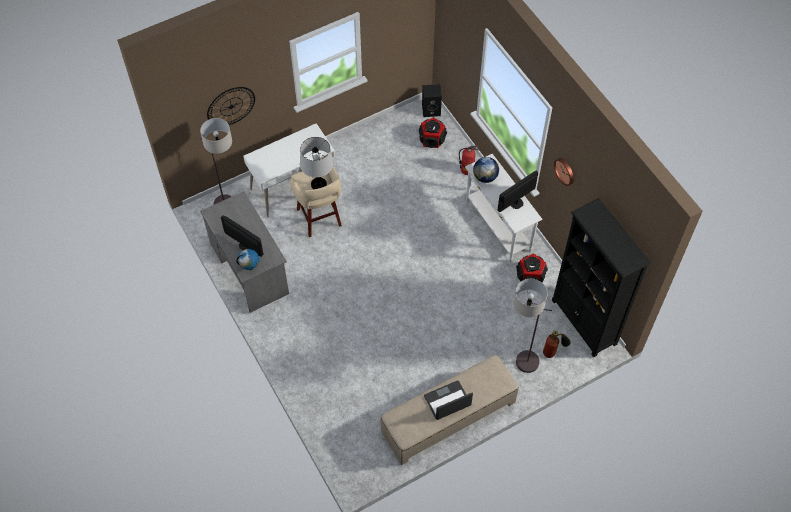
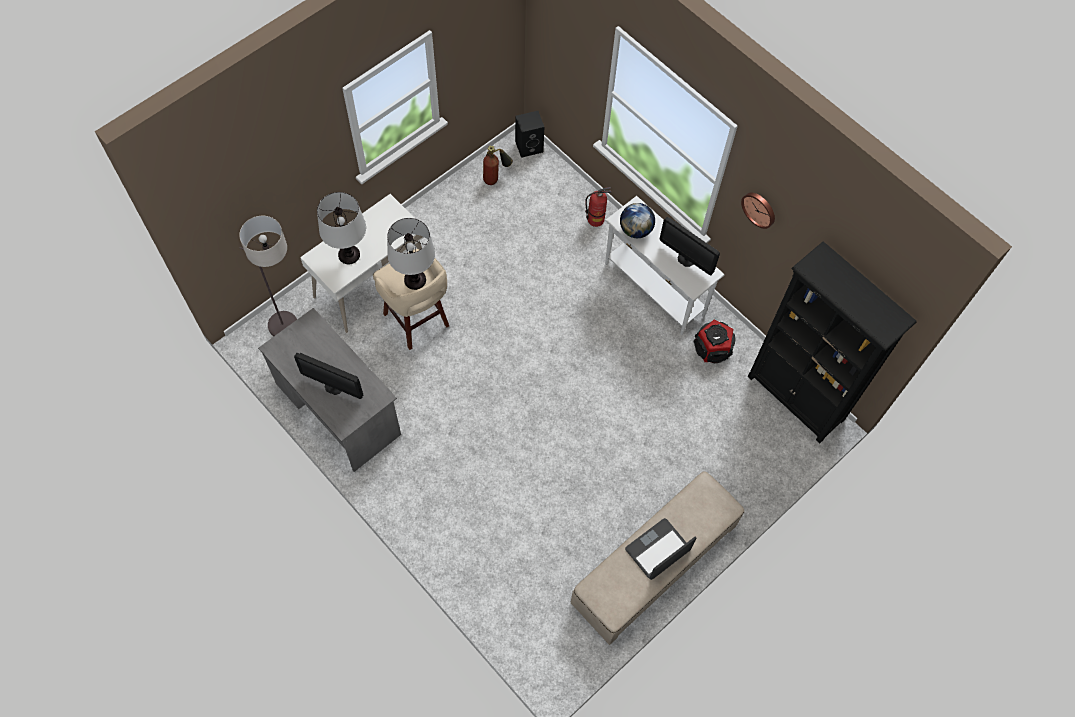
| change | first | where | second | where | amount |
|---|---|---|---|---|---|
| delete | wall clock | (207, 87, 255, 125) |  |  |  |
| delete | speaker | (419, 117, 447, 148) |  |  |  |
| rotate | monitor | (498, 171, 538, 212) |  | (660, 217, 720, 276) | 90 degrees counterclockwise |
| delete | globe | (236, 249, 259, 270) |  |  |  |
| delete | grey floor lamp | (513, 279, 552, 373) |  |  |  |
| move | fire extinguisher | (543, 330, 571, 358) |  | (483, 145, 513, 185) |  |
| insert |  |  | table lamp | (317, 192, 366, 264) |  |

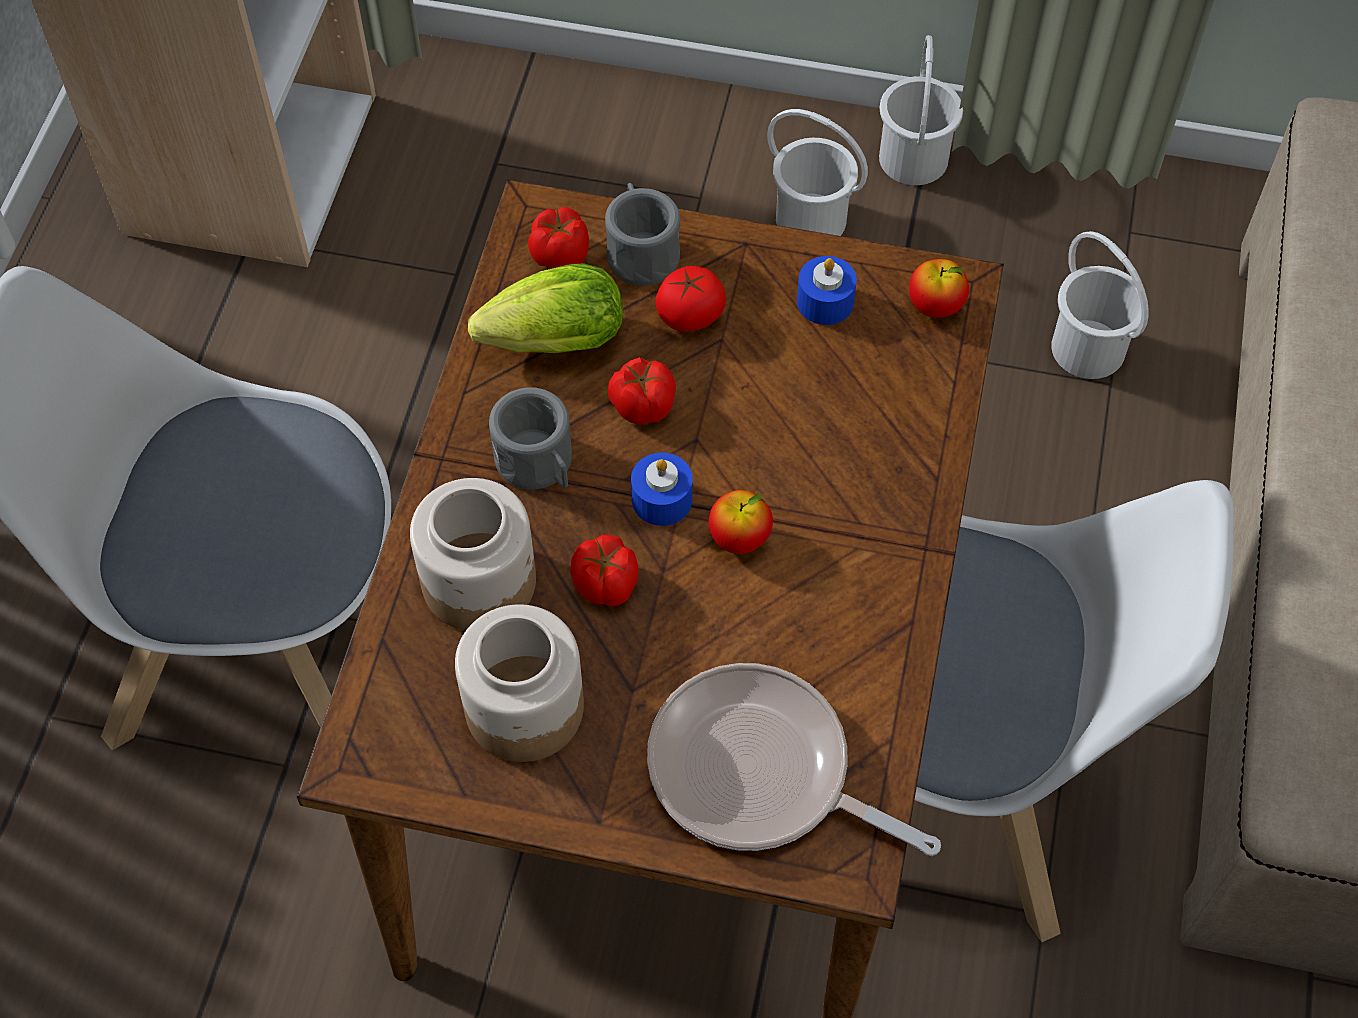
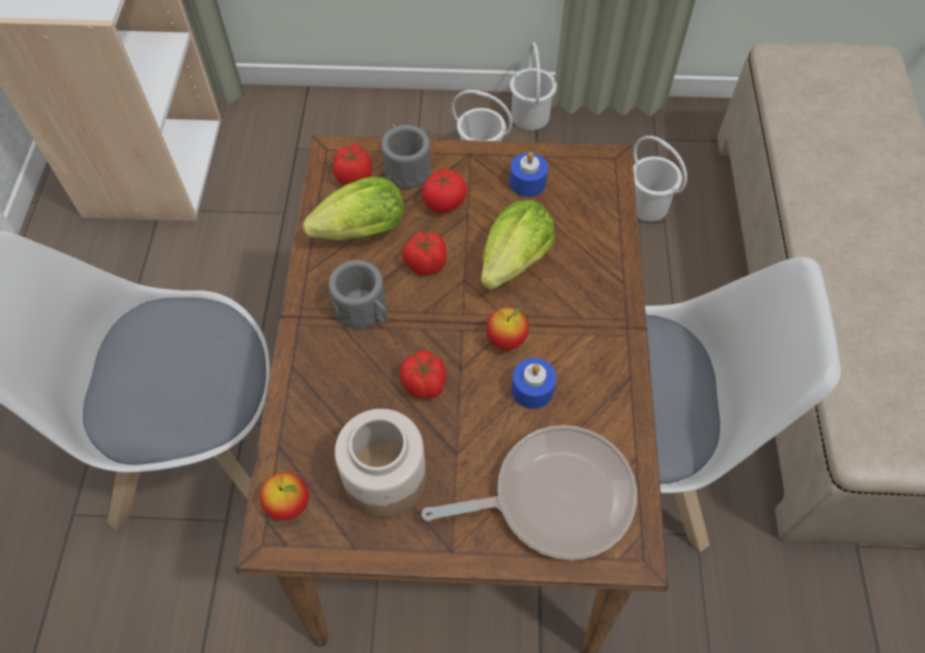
| change | first | where | second | where | amount |
|---|---|---|---|---|---|
| move | apple | (909, 259, 969, 318) |  | (260, 472, 309, 520) |  |
| move | blue candle | (631, 453, 693, 526) |  | (512, 358, 556, 409) |  |
| delete | jar | (410, 478, 536, 631) |  |  |  |
| rotate | frying pan | (647, 663, 941, 856) |  | (422, 425, 637, 560) | 150 degrees clockwise |
| insert |  |  | lettuce | (481, 200, 555, 290) |  |

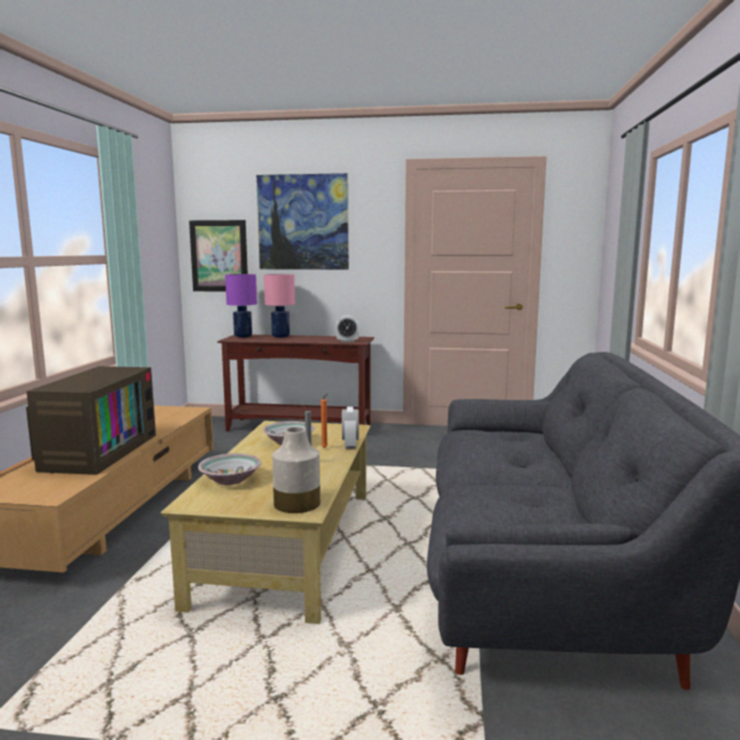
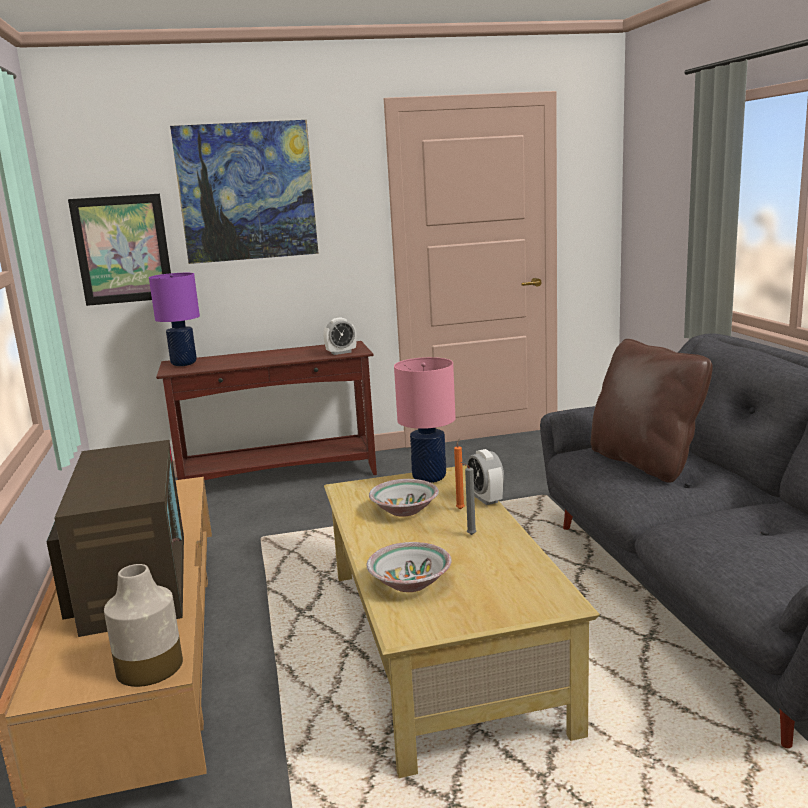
| change | first | where | second | where | amount |
|---|---|---|---|---|---|
| move | pink table lamp | (264, 274, 295, 338) |  | (394, 357, 456, 483) |  |
| move | beige vase | (272, 427, 320, 513) |  | (104, 564, 183, 687) |  |
| insert |  |  | brown pillow | (591, 339, 713, 483) |  |

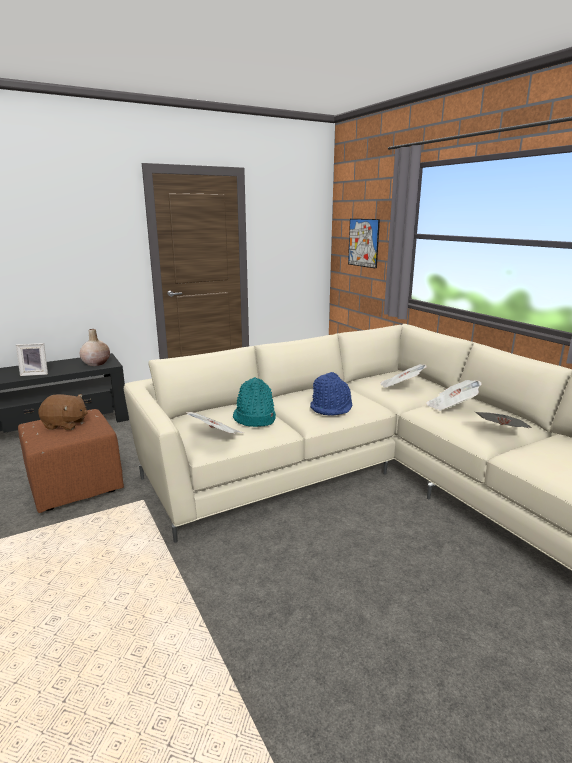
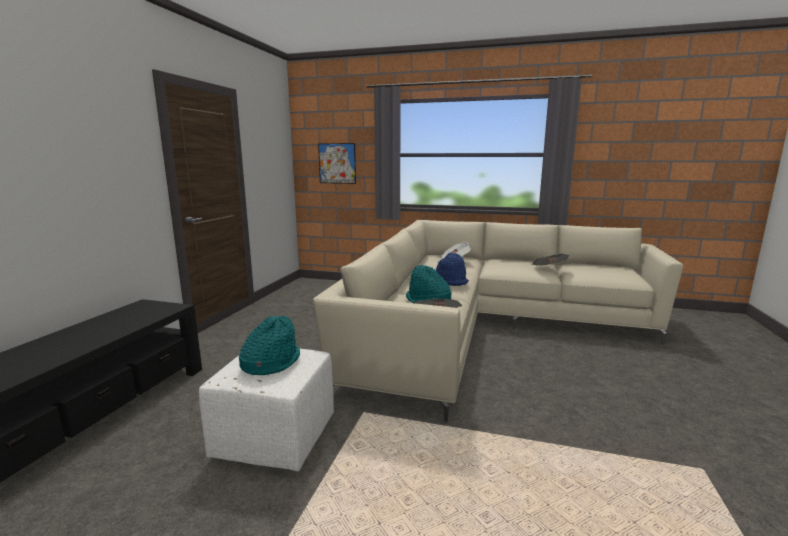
| change | first | where | second | where | amount |
|---|---|---|---|---|---|
| delete | beige vase | (80, 329, 110, 366) |  |  |  |
| delete | picture frame | (16, 343, 48, 376) |  |  |  |
| delete | newspaper | (426, 380, 482, 411) |  |  |  |
| replace | brown plush toy | (38, 394, 88, 430) | turquoise hat | (239, 315, 300, 375) |  |
| recolor | brown ottoman | (18, 409, 124, 513) | white ottoman | (199, 349, 334, 472) |  |

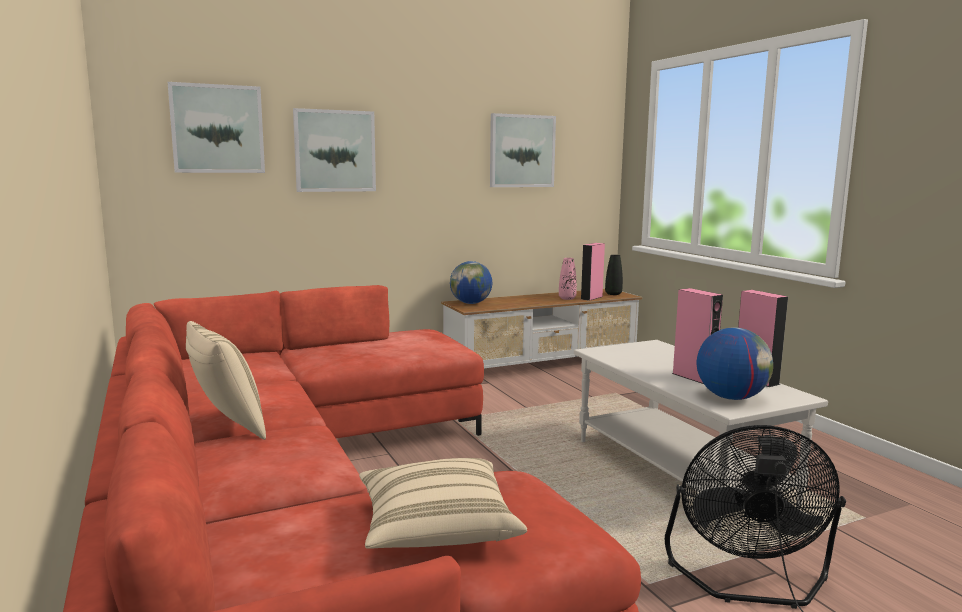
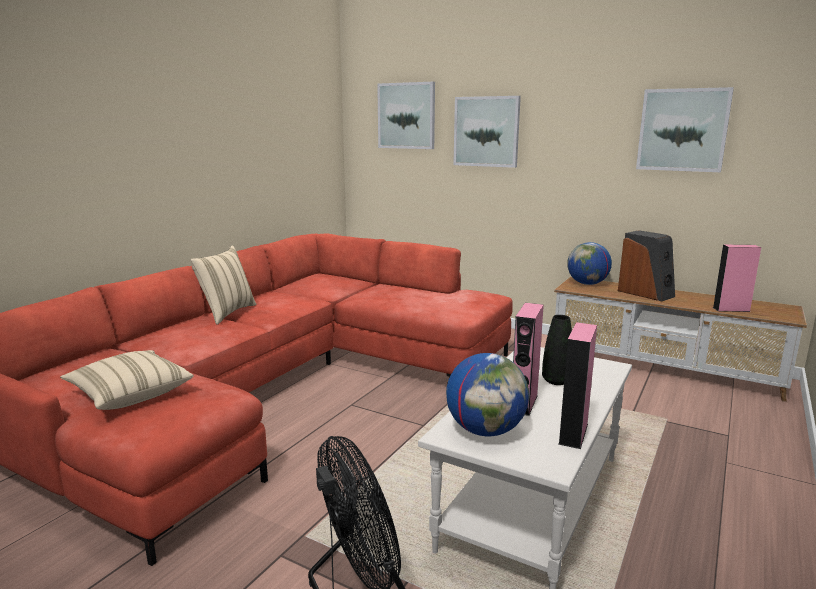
| change | first | where | second | where | amount |
|---|---|---|---|---|---|
| move | black vase | (605, 255, 623, 295) |  | (542, 315, 572, 385) |  |
| delete | pink vase | (559, 258, 577, 300) |  |  |  |
| insert |  |  | speaker | (618, 230, 675, 301) |  |

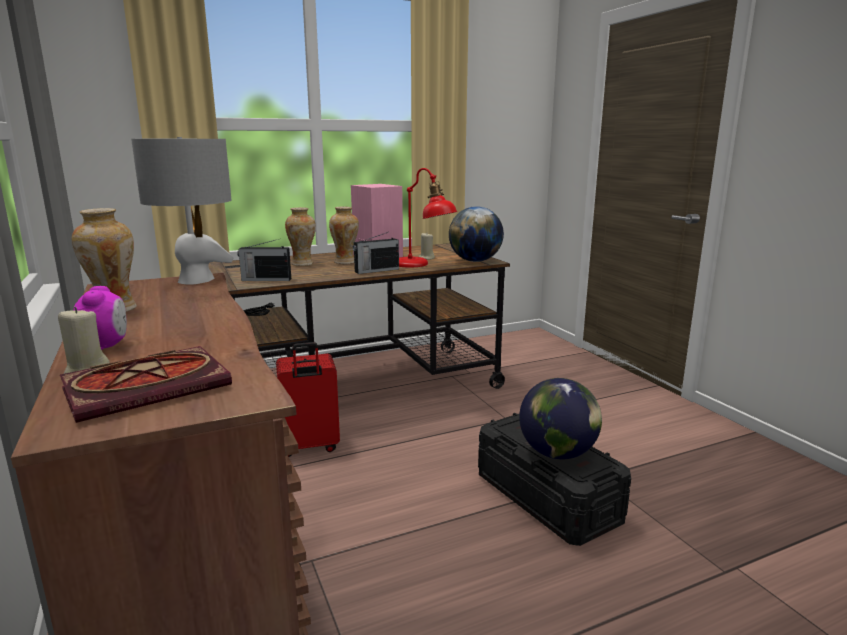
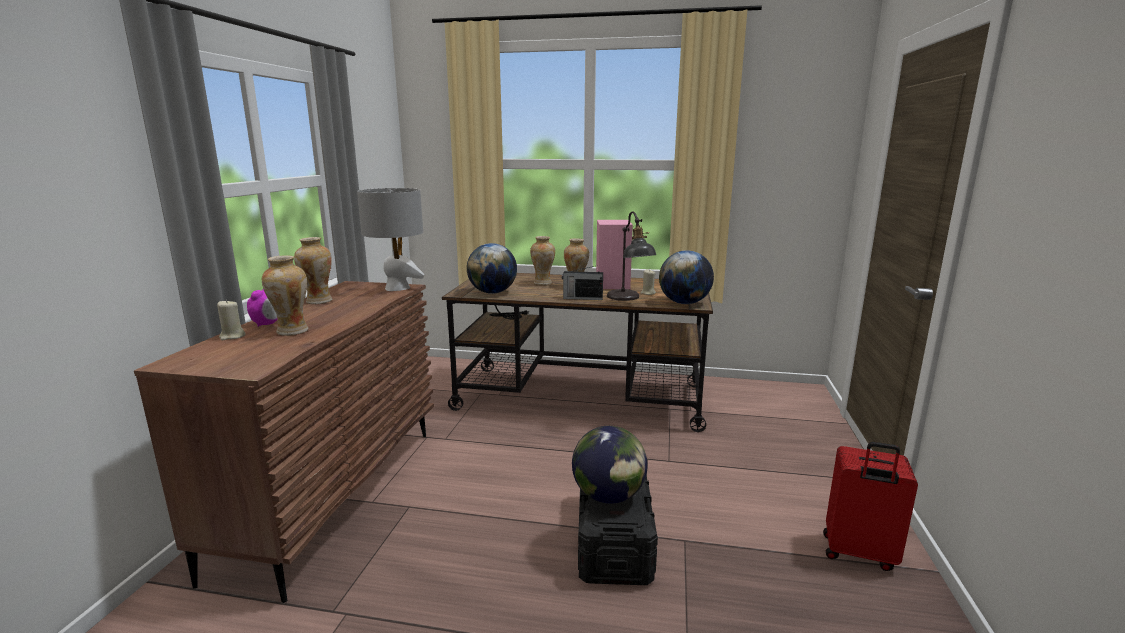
| change | first | where | second | where | amount |
|---|---|---|---|---|---|
| recolor | red table lamp | (399, 168, 457, 268) | grey table lamp | (607, 211, 657, 301) |  |
| replace | radio | (237, 240, 291, 281) | globe | (467, 243, 517, 294) |  |
| move | red suitcase | (276, 342, 340, 457) |  | (823, 442, 918, 571) |  |
| delete | book | (60, 346, 232, 423) |  |  |  |
| insert |  |  | vase | (262, 255, 308, 336) |  |

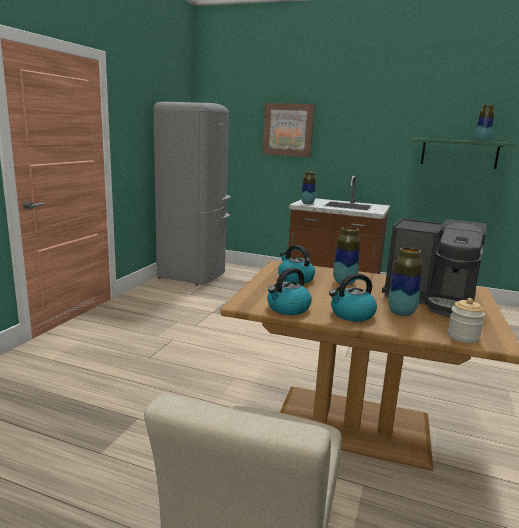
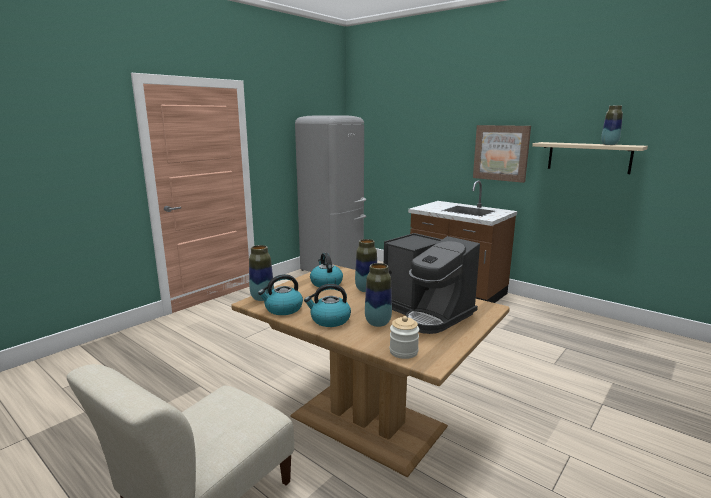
| change | first | where | second | where | amount |
|---|---|---|---|---|---|
| move | picture | (263, 103, 315, 157) |  | (473, 125, 531, 183) |  |
| recolor | green shelf | (413, 138, 516, 169) | beige shelf | (532, 142, 648, 174) |  |
| move | vase | (301, 171, 316, 204) |  | (249, 245, 274, 301) |  |

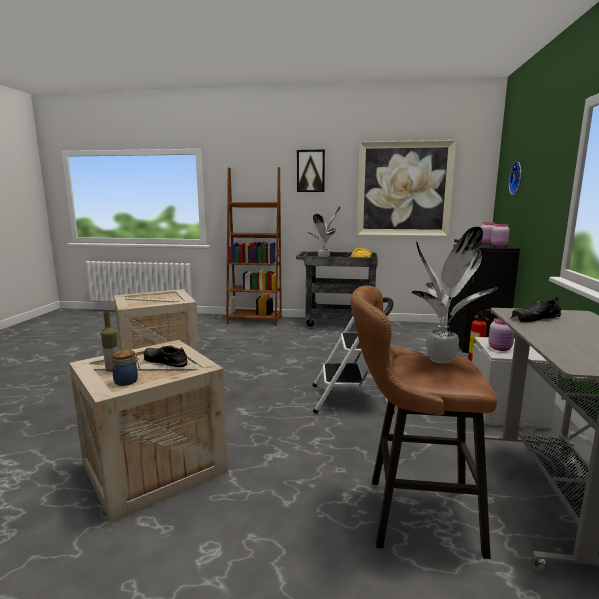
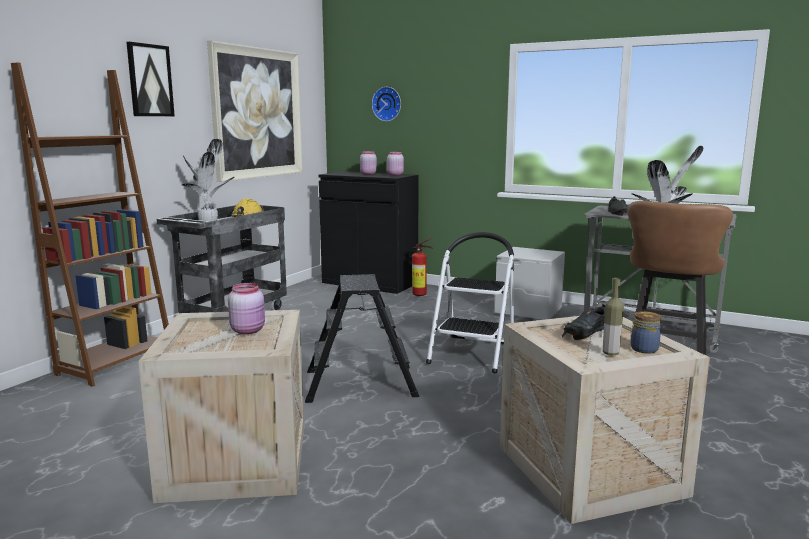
| change | first | where | second | where | amount |
|---|---|---|---|---|---|
| move | pink jar | (488, 317, 515, 351) |  | (228, 283, 265, 334) |  |
| insert |  |  | black step ladder | (305, 274, 419, 403) |  |

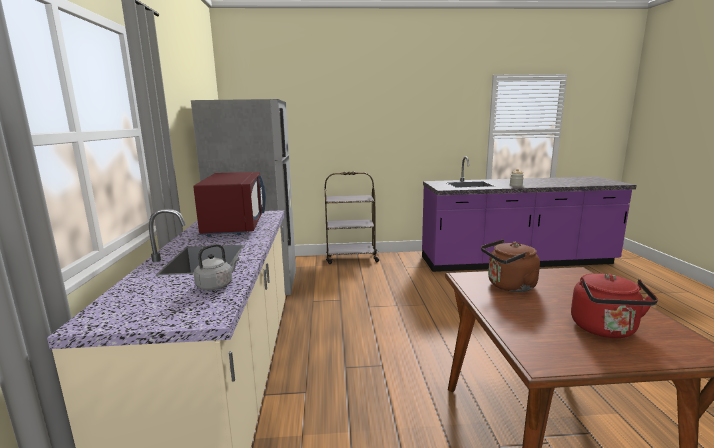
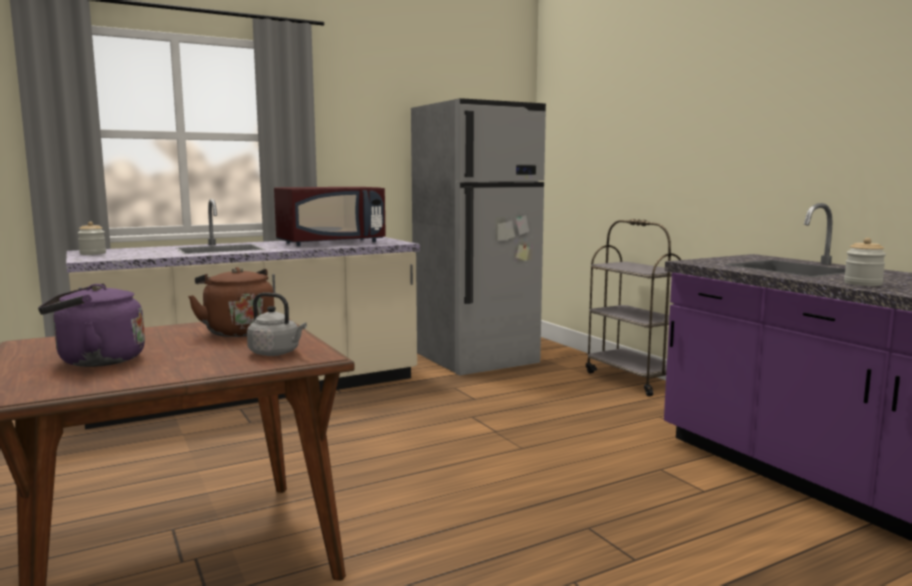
| change | first | where | second | where | amount |
|---|---|---|---|---|---|
| move | grey kettle | (194, 244, 239, 291) |  | (247, 292, 307, 356) |  |
| recolor | red kettle | (571, 273, 658, 338) | purple kettle | (38, 284, 145, 367) |  |
| insert |  |  | jar | (78, 221, 106, 255) |  |

